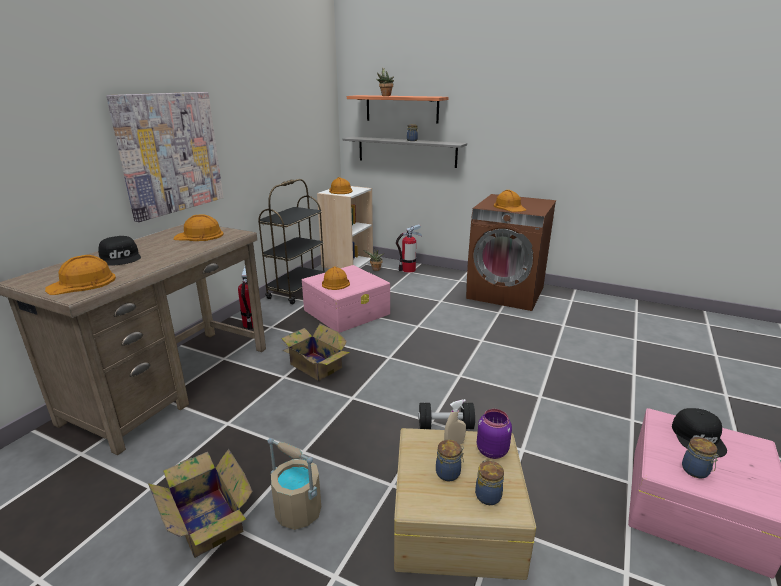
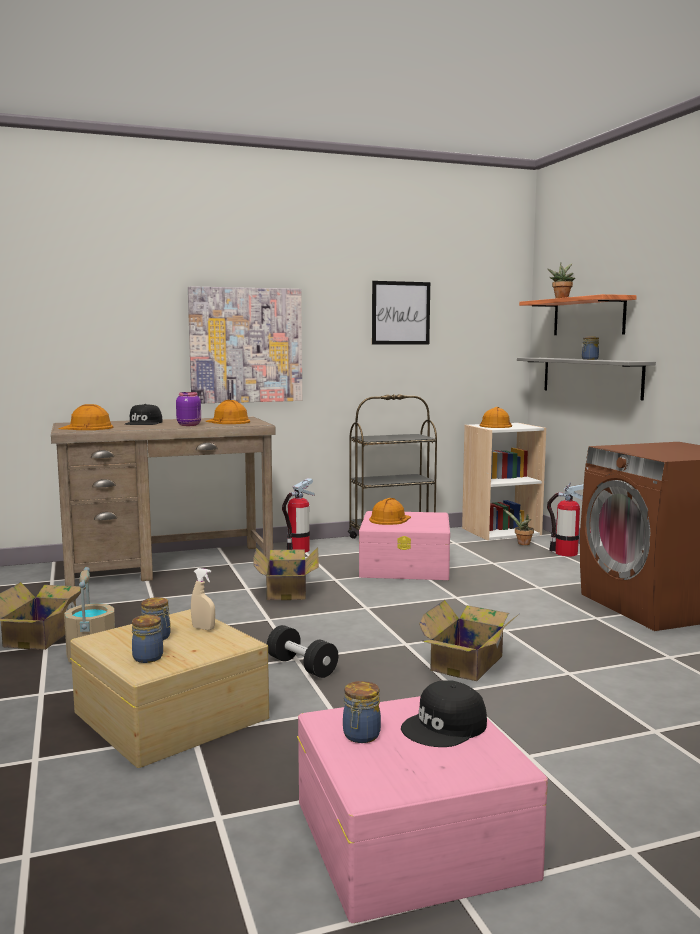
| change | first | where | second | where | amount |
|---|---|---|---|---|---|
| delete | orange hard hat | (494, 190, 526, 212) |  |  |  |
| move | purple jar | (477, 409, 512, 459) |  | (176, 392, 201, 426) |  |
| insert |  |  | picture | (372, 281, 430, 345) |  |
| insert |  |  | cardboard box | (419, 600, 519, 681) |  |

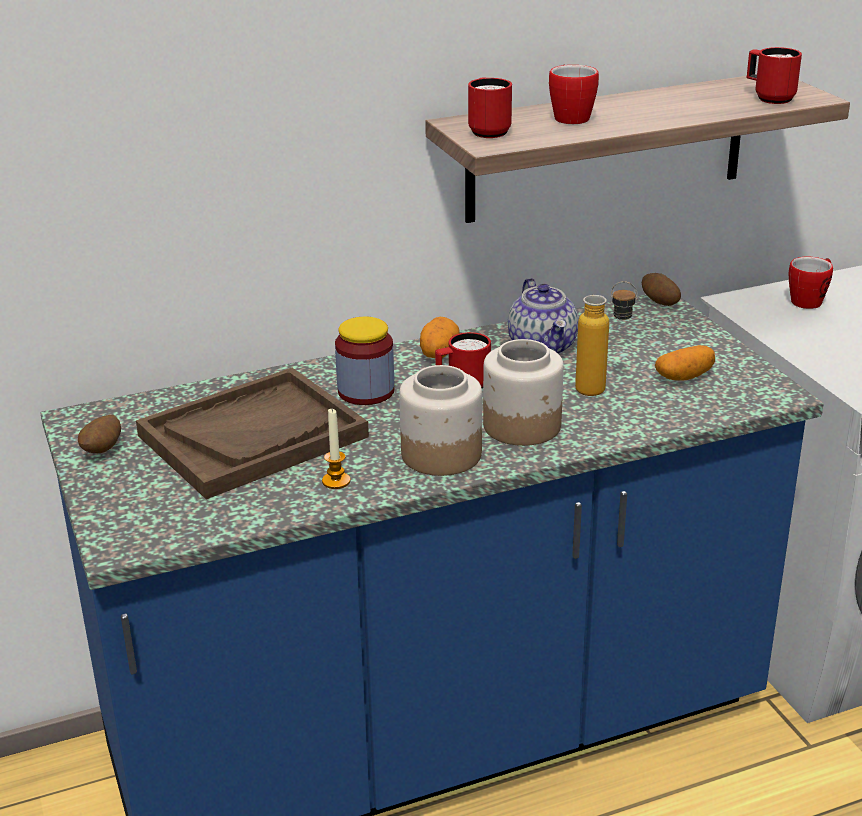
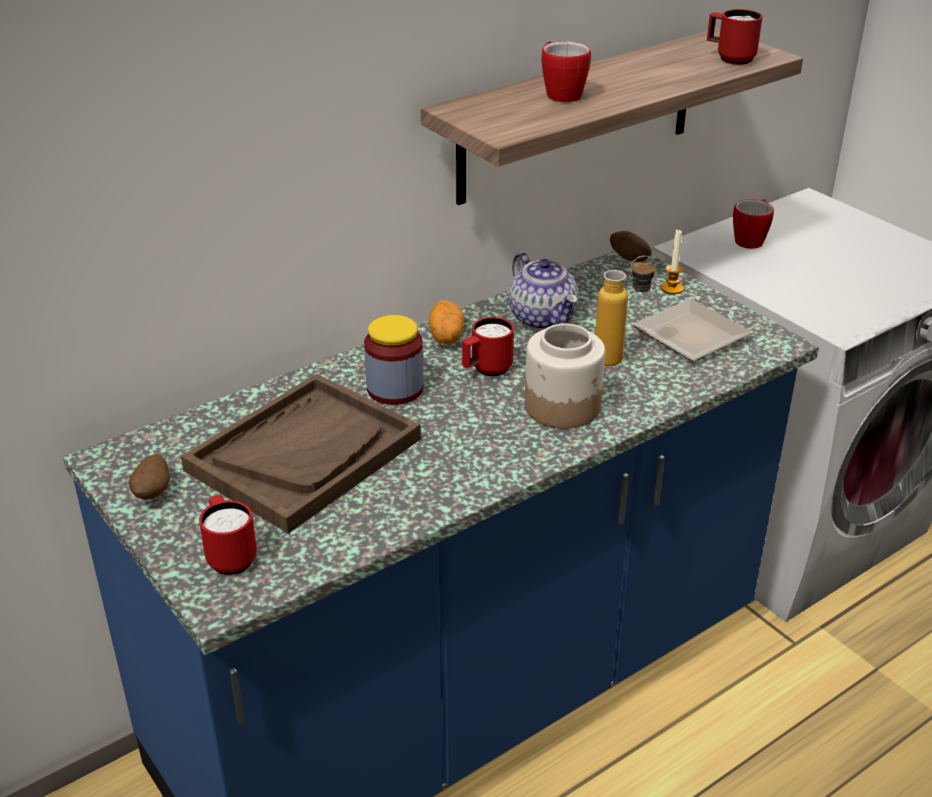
| change | first | where | second | where | amount |
|---|---|---|---|---|---|
| move | red mug | (468, 78, 512, 138) |  | (199, 495, 257, 575) |  |
| replace | potato | (655, 345, 715, 381) | plate | (632, 299, 753, 362) |  |
| delete | jar | (399, 365, 482, 476) |  |  |  |
| move | candle | (322, 409, 350, 489) |  | (661, 230, 684, 294) |  |

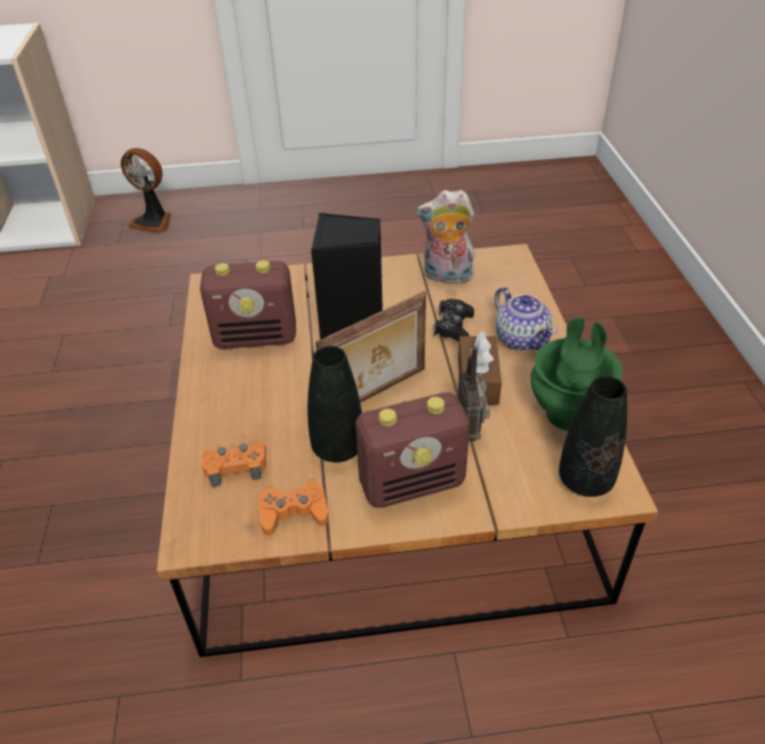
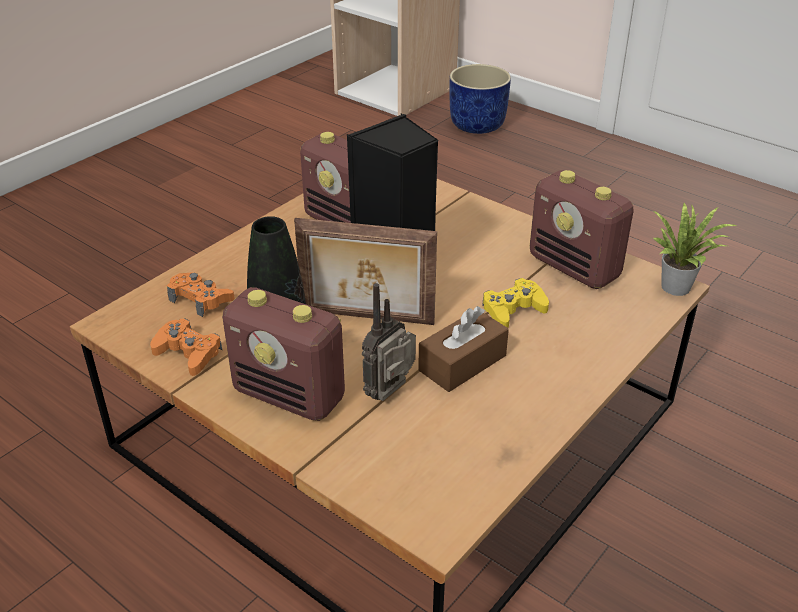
| change | first | where | second | where | amount |
|---|---|---|---|---|---|
| replace | fan | (121, 148, 171, 234) | blue planter | (450, 64, 511, 134) |  |
| replace | plush toy | (416, 190, 477, 284) | radio | (530, 170, 634, 289) |  |
| delete | teapot | (495, 287, 557, 351) |  |  |  |
| recolor | black game controller | (434, 299, 474, 341) | yellow game controller | (482, 278, 549, 328) |  |
| delete | green vase | (531, 317, 623, 430) |  |  |  |
| delete | black vase | (559, 376, 627, 497) |  |  |  |
| insert |  |  | potted plant | (653, 202, 738, 296) |  |

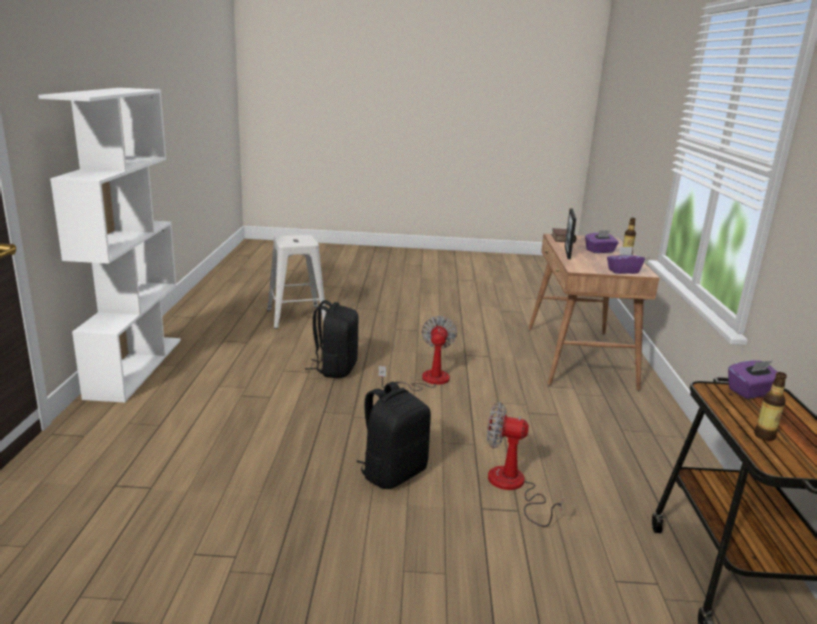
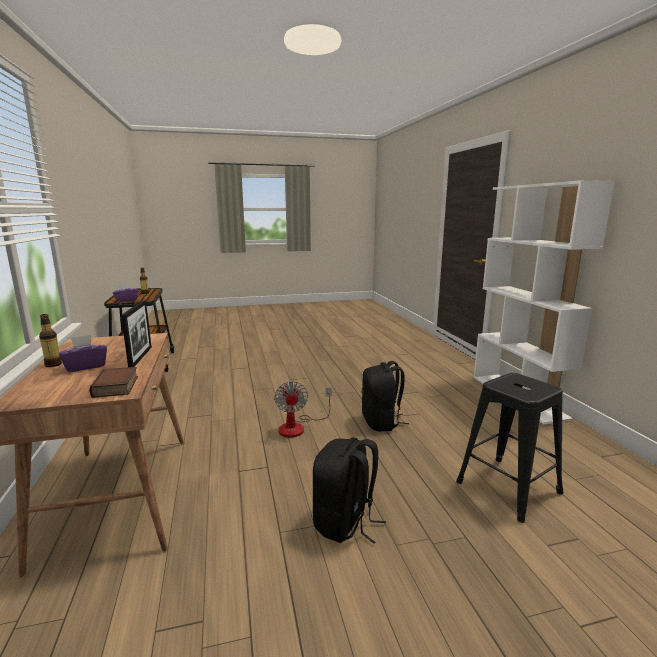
| change | first | where | second | where | amount |
|---|---|---|---|---|---|
| recolor | white stool | (267, 235, 326, 329) | black stool | (456, 373, 563, 523) |  |
| delete | purple tissue box | (607, 247, 645, 274) |  |  |  |
| move | black backpack | (356, 382, 431, 489) |  | (313, 437, 386, 544) |  |
| delete | fan | (487, 402, 563, 527) |  |  |  |

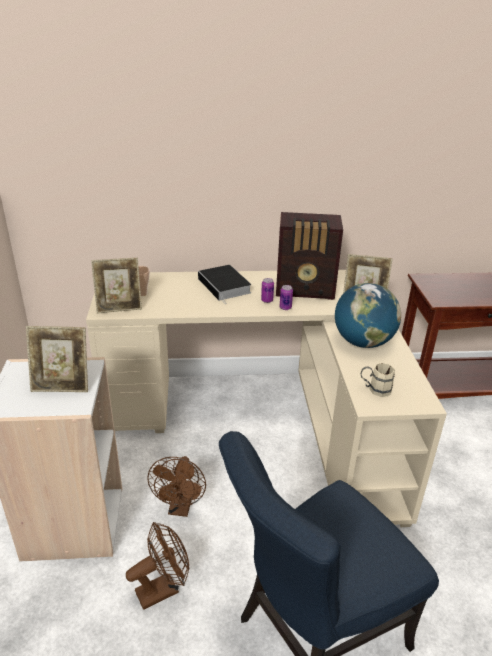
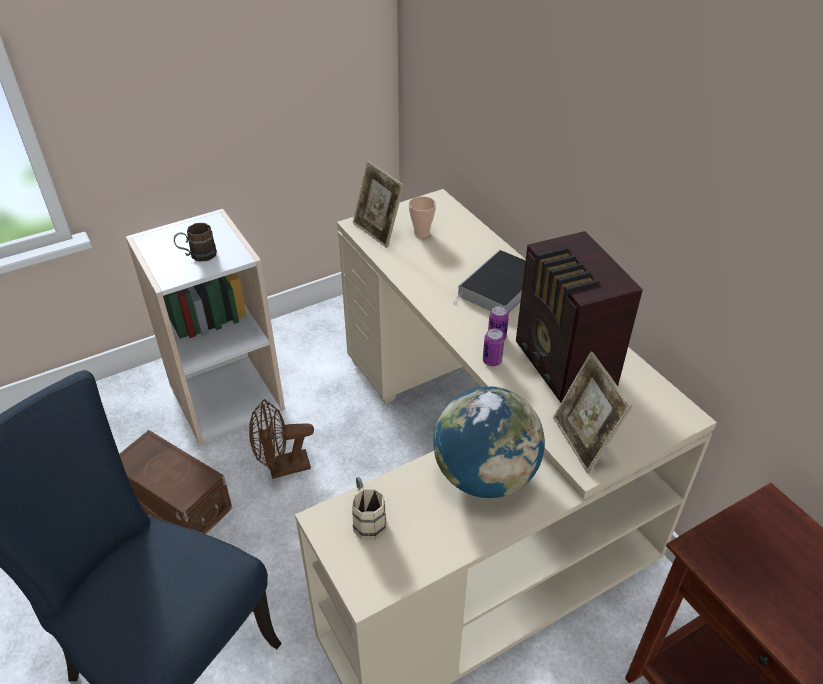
| change | first | where | second | where | amount |
|---|---|---|---|---|---|
| replace | picture frame | (26, 326, 88, 392) | brown mug | (174, 223, 217, 262) |  |
| replace | brown fan | (126, 522, 189, 610) | brown storage box | (119, 430, 232, 534) |  |

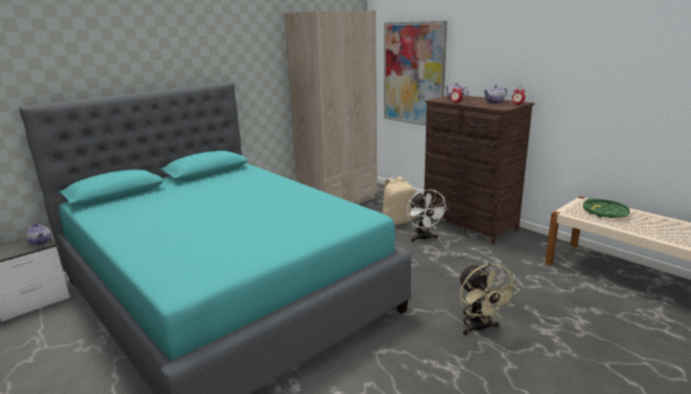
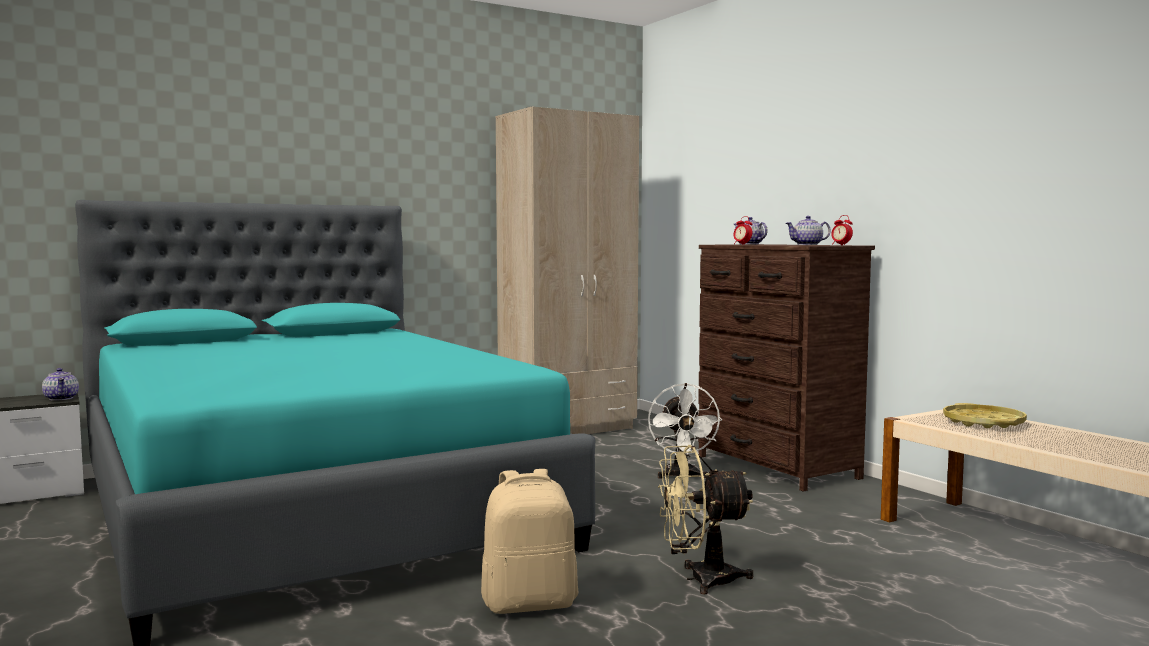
| change | first | where | second | where | amount |
|---|---|---|---|---|---|
| delete | picture | (384, 21, 447, 126) |  |  |  |
| move | beige backpack | (383, 177, 416, 225) |  | (481, 469, 578, 614) |  |
| recolor | green tray | (583, 198, 630, 218) | yellow tray | (943, 403, 1027, 428) |  |
| rotate | beige fan | (458, 263, 519, 335) |  | (658, 445, 754, 595) | 90 degrees clockwise |

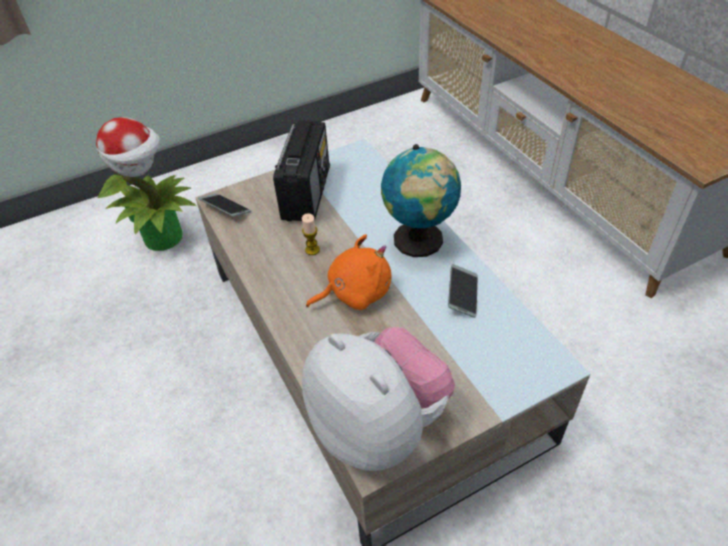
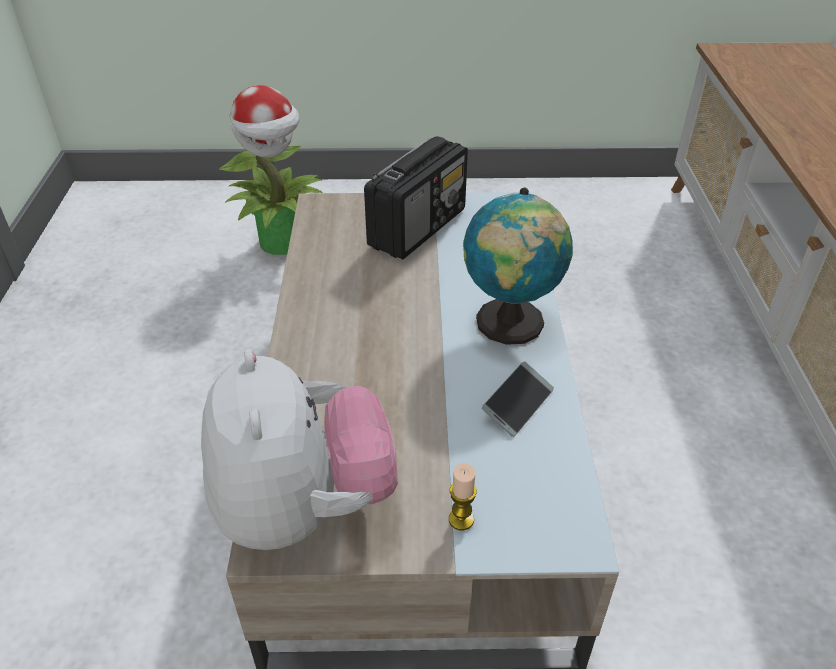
| change | first | where | second | where | amount |
|---|---|---|---|---|---|
| delete | phone | (198, 193, 251, 217) |  |  |  |
| move | candle | (302, 213, 320, 255) |  | (449, 463, 477, 530) |  |
| delete | orange plush toy | (306, 234, 391, 310) |  |  |  |

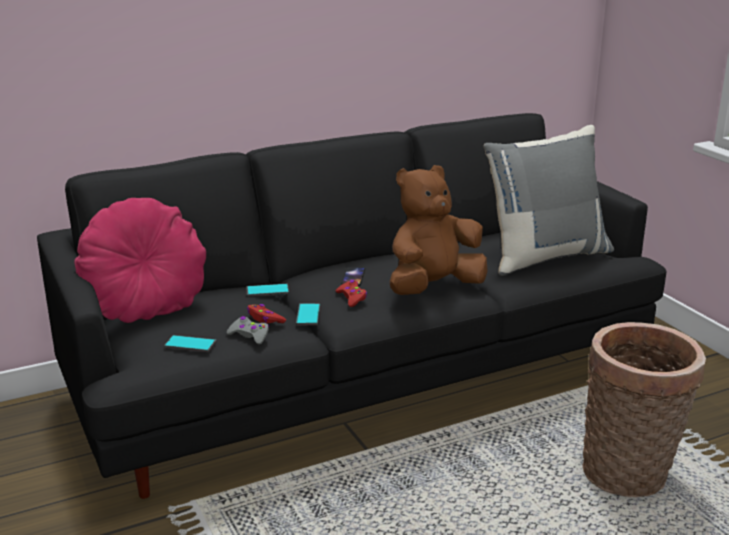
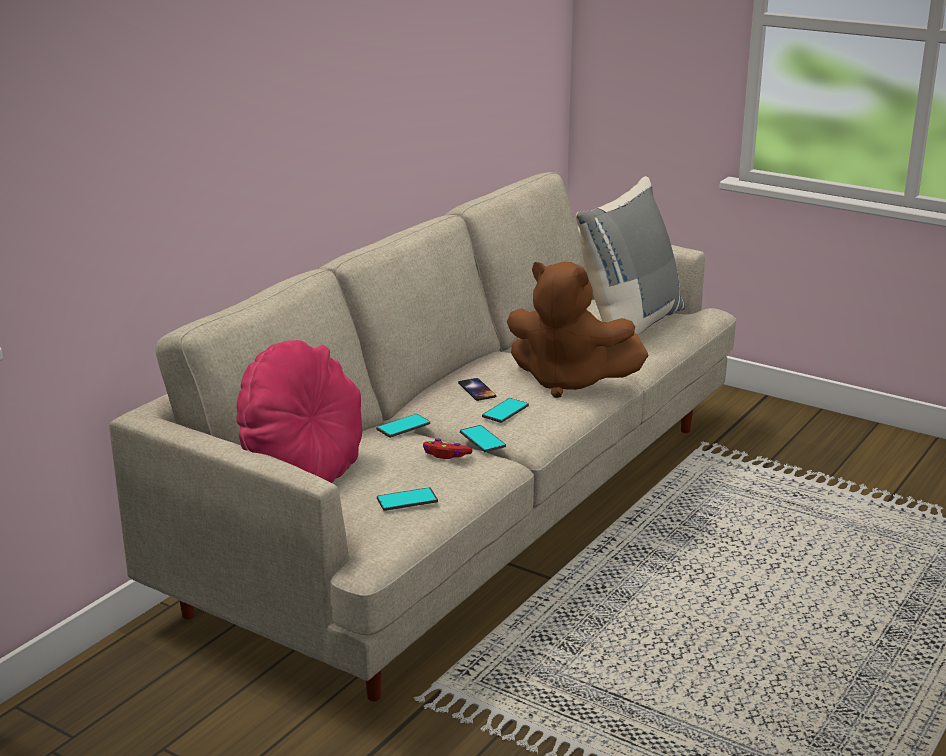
| change | first | where | second | where | amount |
|---|---|---|---|---|---|
| recolor | black sofa | (37, 113, 666, 499) | beige sofa | (109, 172, 736, 702) |  |
| rotate | brown plush toy | (389, 165, 488, 295) |  | (507, 262, 648, 398) | 90 degrees counterclockwise |
| replace | red game controller | (335, 280, 367, 307) | phone | (482, 398, 529, 423) |  |
| delete | grey game controller | (227, 316, 269, 344) |  |  |  |
| delete | basket | (583, 322, 706, 497) |  |  |  |

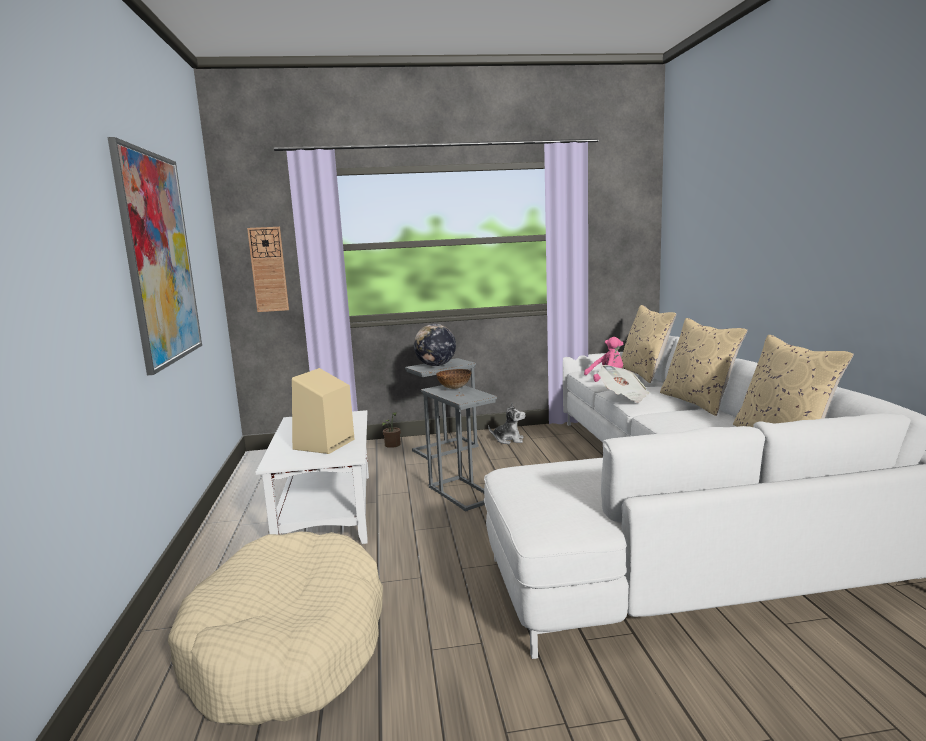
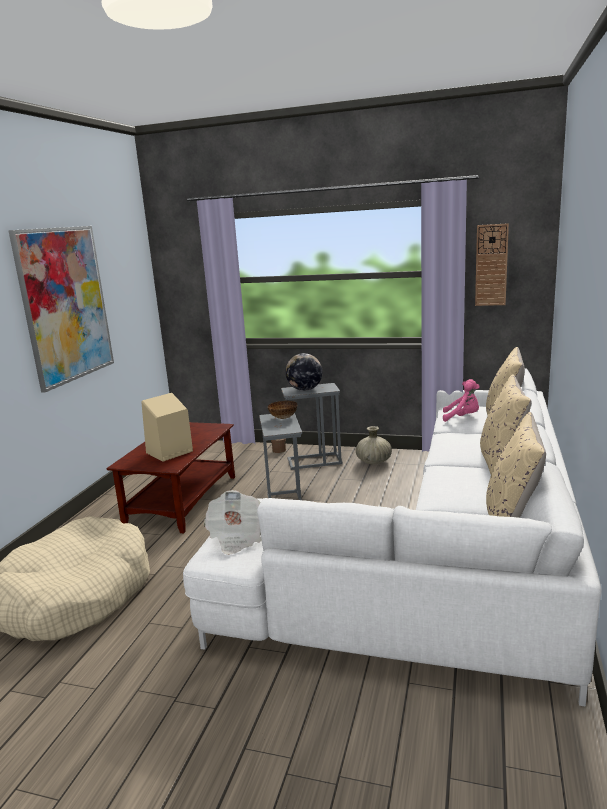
| change | first | where | second | where | amount |
|---|---|---|---|---|---|
| move | wall clock | (247, 227, 289, 312) |  | (475, 223, 509, 306) |  |
| move | newspaper | (598, 365, 649, 403) |  | (204, 490, 262, 555) |  |
| replace | plush toy | (488, 402, 526, 444) | beige vase | (356, 426, 392, 464) |  |
| recolor | white coffee table | (255, 410, 369, 544) | brown coffee table | (107, 422, 235, 533) |  |

